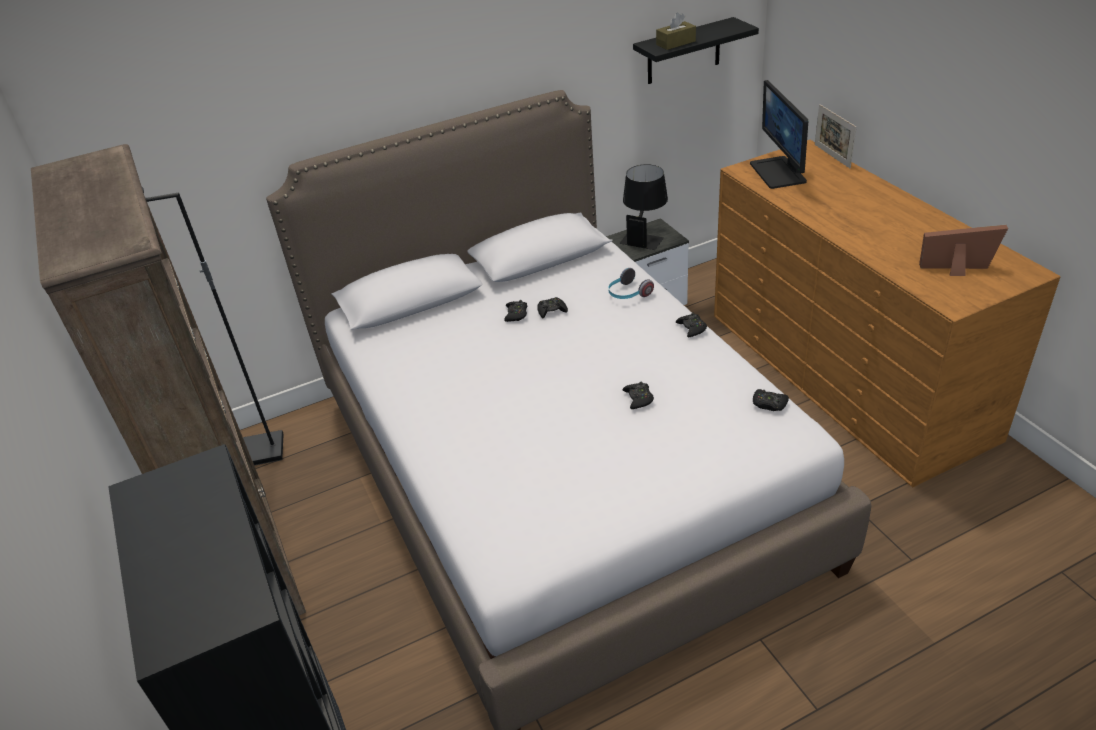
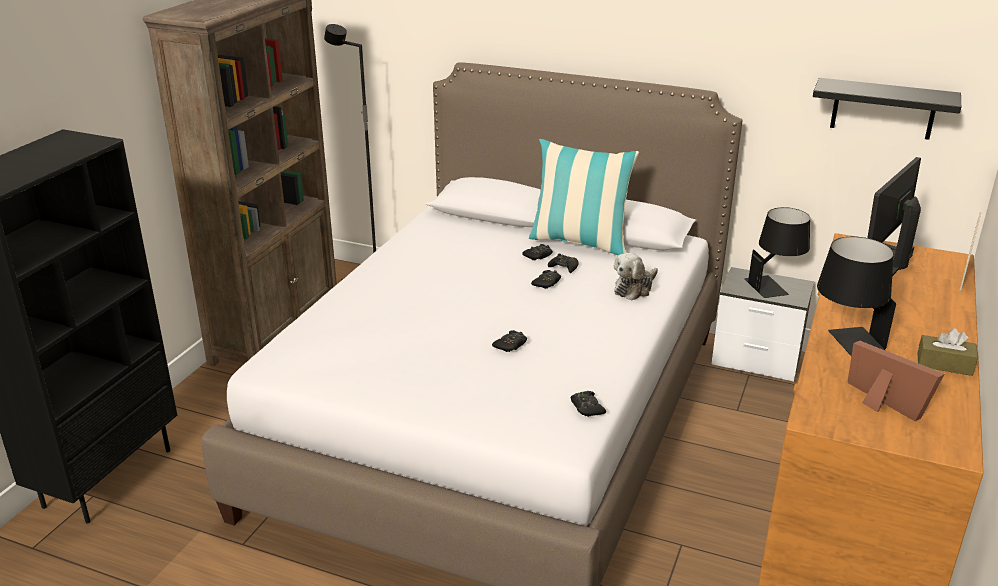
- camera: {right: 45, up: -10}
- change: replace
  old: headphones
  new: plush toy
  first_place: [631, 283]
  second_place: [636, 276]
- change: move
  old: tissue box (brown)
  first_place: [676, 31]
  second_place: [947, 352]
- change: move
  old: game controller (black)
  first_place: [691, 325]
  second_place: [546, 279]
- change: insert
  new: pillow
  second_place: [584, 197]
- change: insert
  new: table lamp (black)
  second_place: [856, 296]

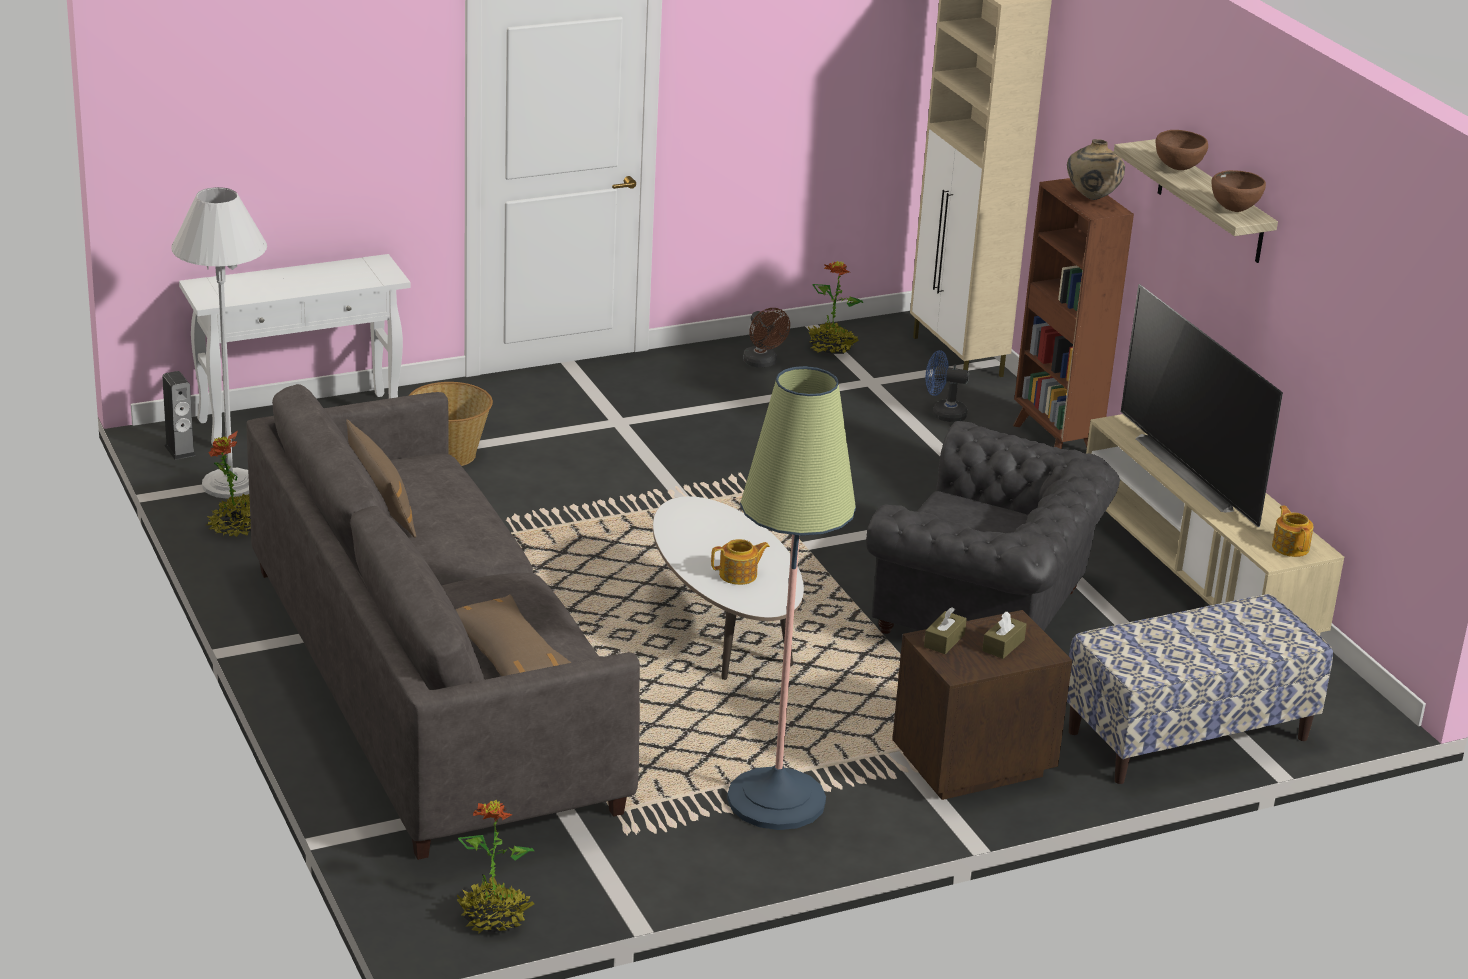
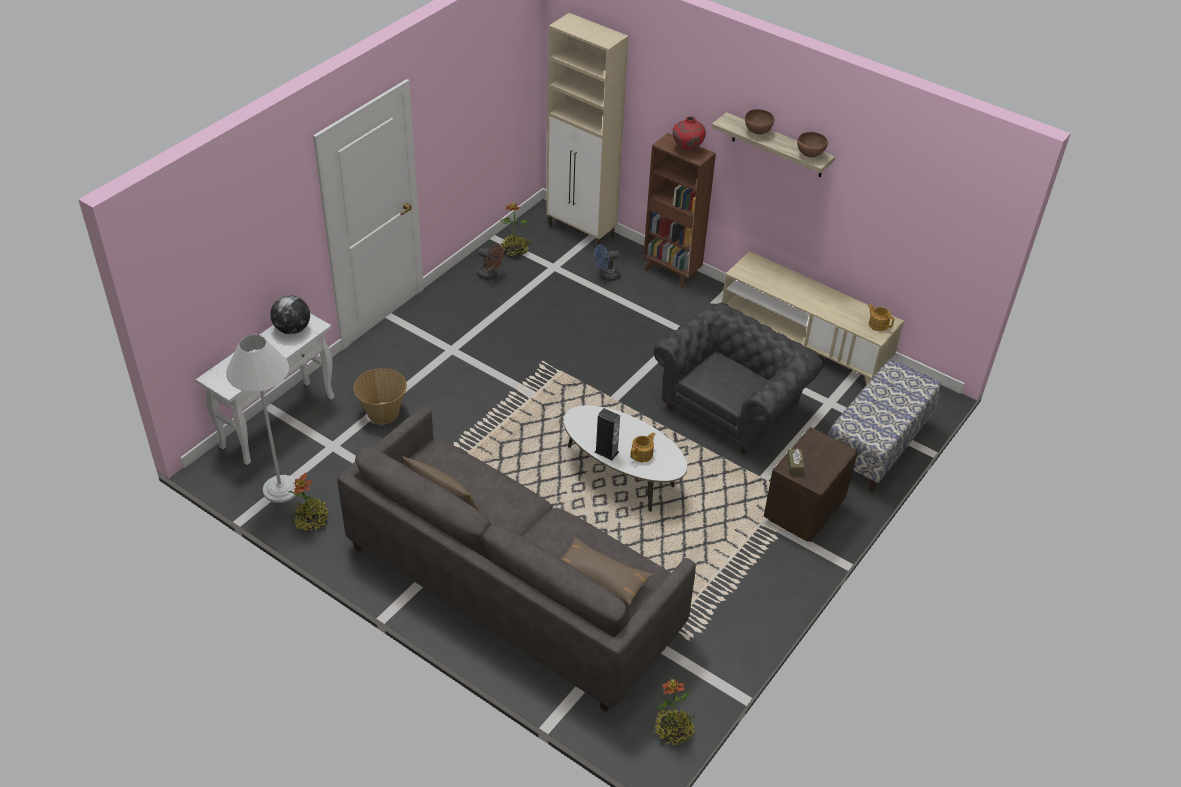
- camera: {right: -30, up: 15}
- change: move
  old: speaker
  first_place: [179, 415]
  second_place: [607, 434]
- change: delete
  old: floor lamp
  first_place: [791, 598]
- change: rotate
  old: armchair (grey)
  first_place: [993, 527]
  second_place: [738, 378]
  degrees: -45
- change: delete
  old: tissue box (brown)
  first_place: [1004, 635]
- change: recolor
  old: vase (beige)
  new: vase (red)
  first_place: [1096, 169]
  second_place: [689, 133]
- change: delete
  old: television
  first_place: [1202, 405]
- change: insert
  new: globe
  second_place: [290, 314]

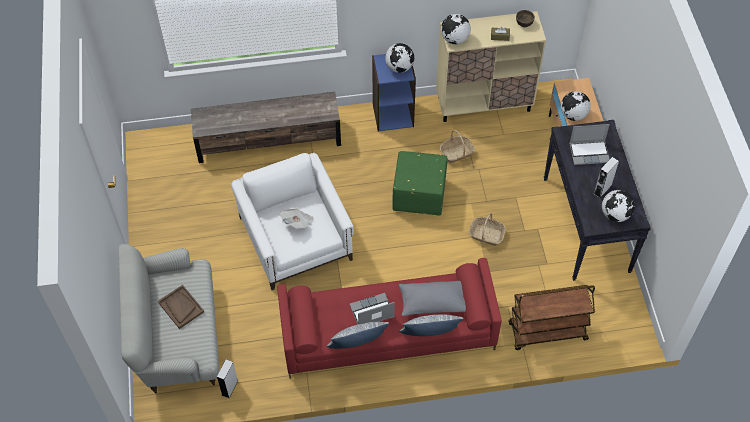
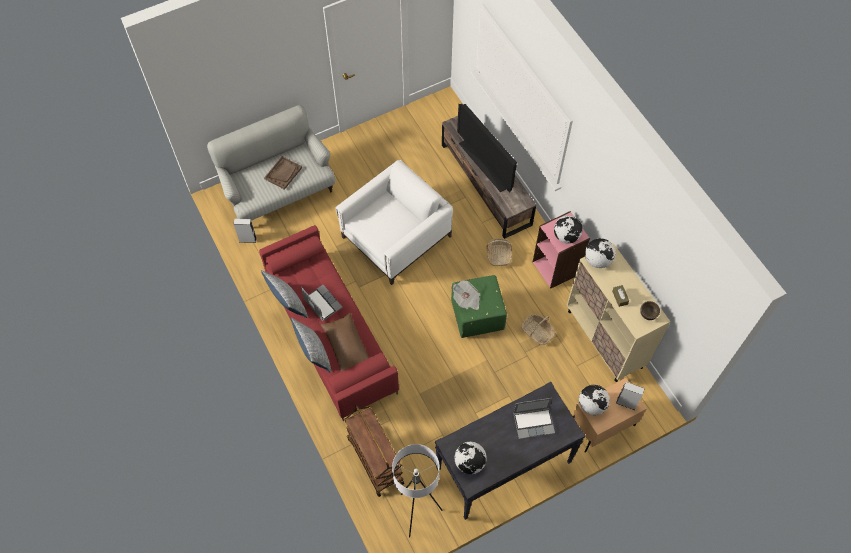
- camera: {right: 70, up: 5}
- change: move
  old: newspaper
  first_place: [296, 218]
  second_place: [466, 295]
- change: recolor
  old: bookcase (blue)
  new: bookcase (pink)
  first_place: [394, 92]
  second_place: [561, 250]
- change: recolor
  old: pillow (grey)
  new: pillow (brown)
  first_place: [432, 298]
  second_place: [344, 342]
- change: move
  old: basket
  first_place: [487, 229]
  second_place: [499, 252]
- change: rotate
  old: laptop
  first_place: [589, 144]
  second_place: [534, 418]
  degrees: -75
- change: move
  old: speaker (grey)
  first_place: [606, 177]
  second_place: [630, 396]
- change: insert
  new: floor lamp (white)
  second_place: [417, 491]
- change: insert
  new: television
  second_place: [487, 148]

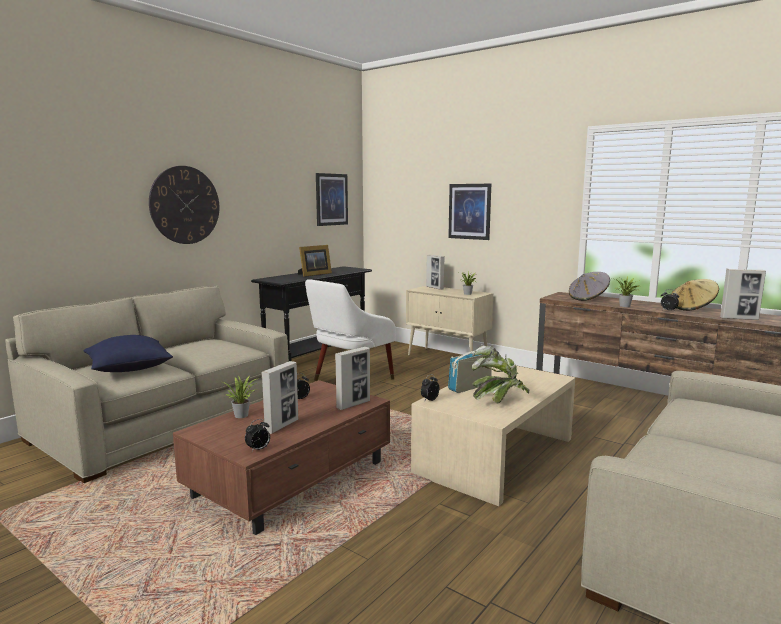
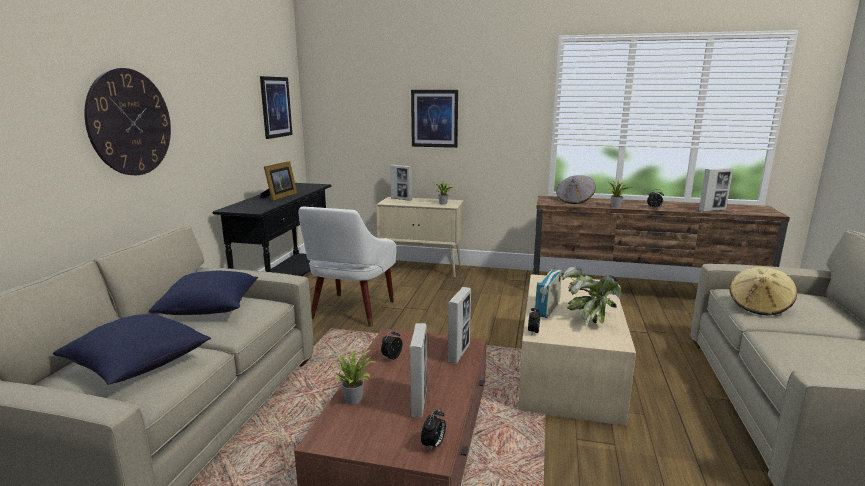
- camera: {right: -25, up: 5}
- change: move
  old: hat (beige)
  first_place: [695, 295]
  second_place: [763, 291]
- change: insert
  new: pillow (blue)
  second_place: [203, 293]

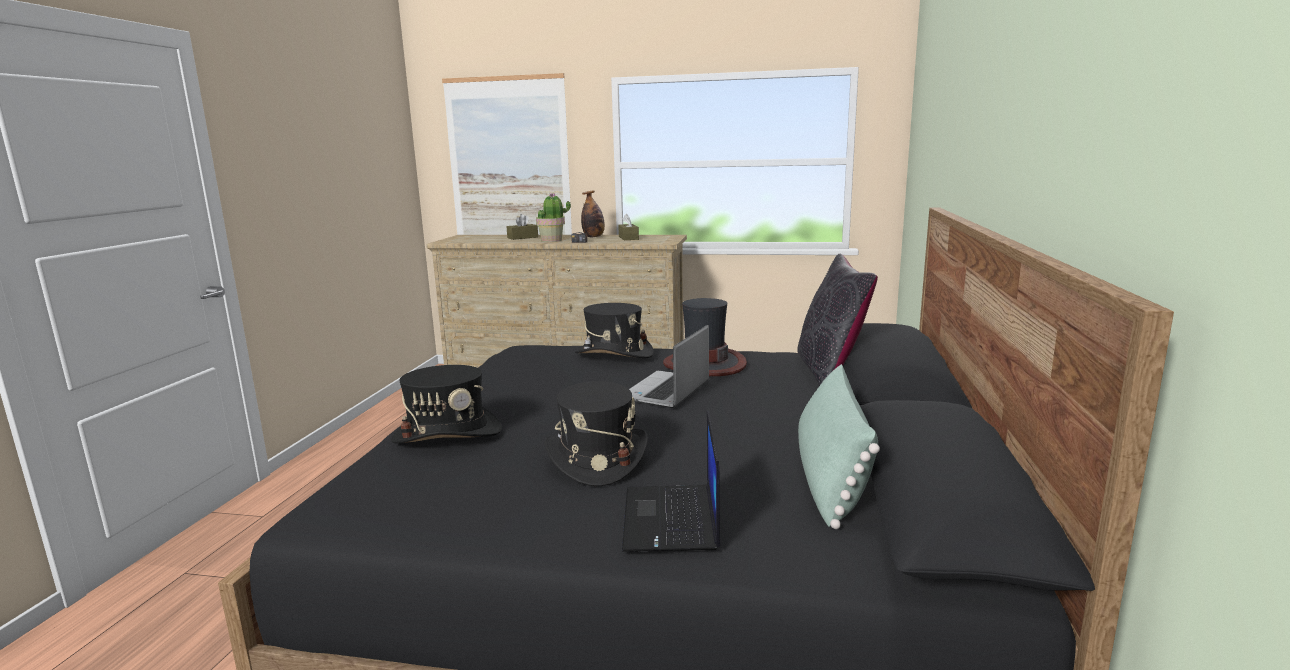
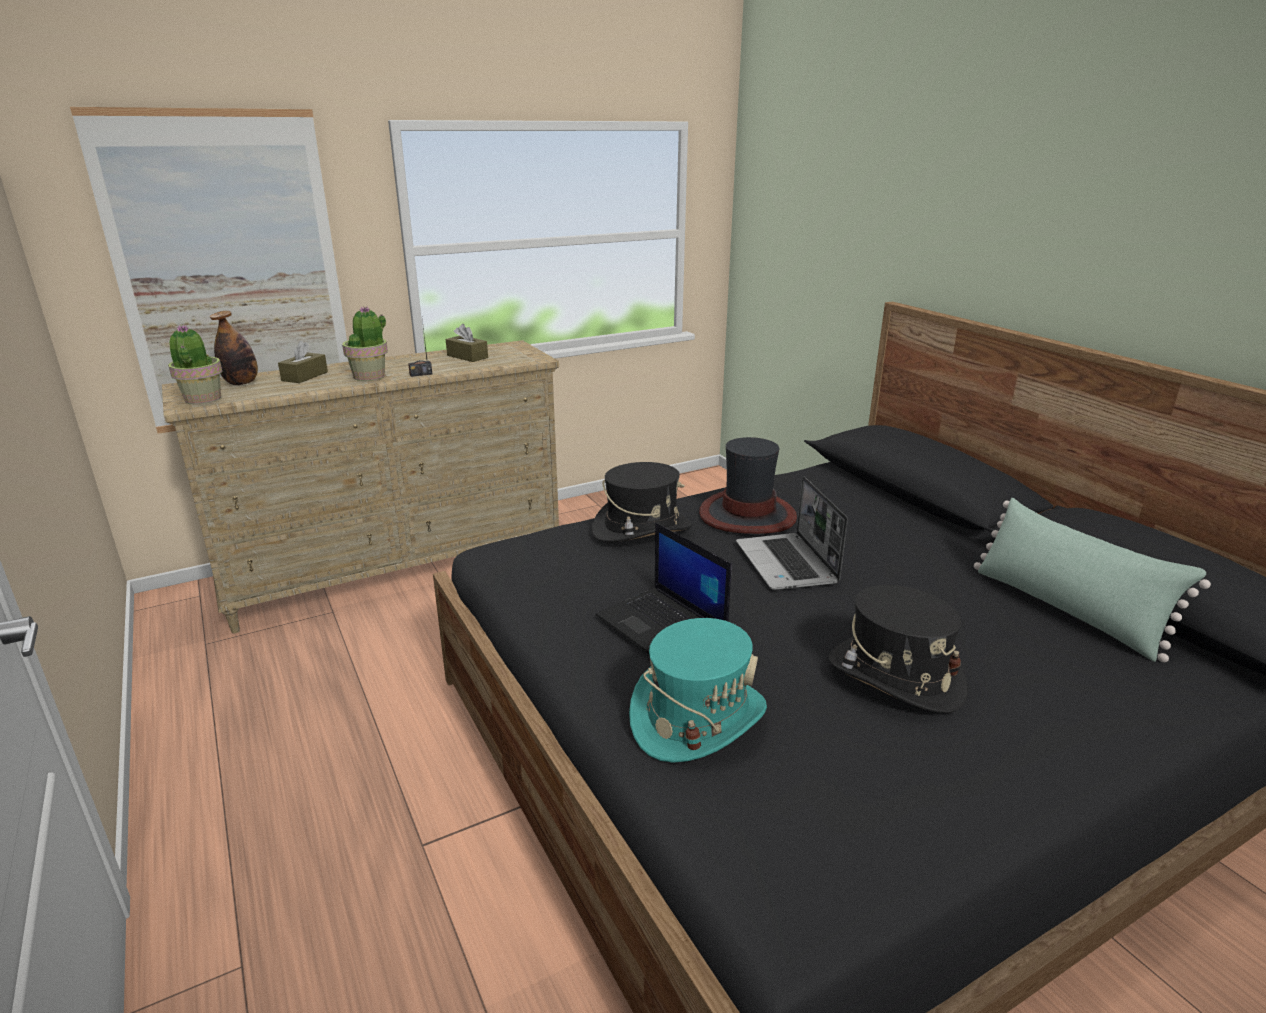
- camera: {right: -40, up: 10}
- change: recolor
  old: hat (black)
  new: hat (turquoise)
  first_place: [446, 404]
  second_place: [698, 690]
- change: move
  old: bottle
  first_place: [593, 213]
  second_place: [234, 348]
- change: move
  old: laptop
  first_place: [671, 480]
  second_place: [664, 588]
- change: delete
  old: pillow (black)
  first_place: [838, 320]
- change: insert
  new: potted plant
  second_place: [195, 365]

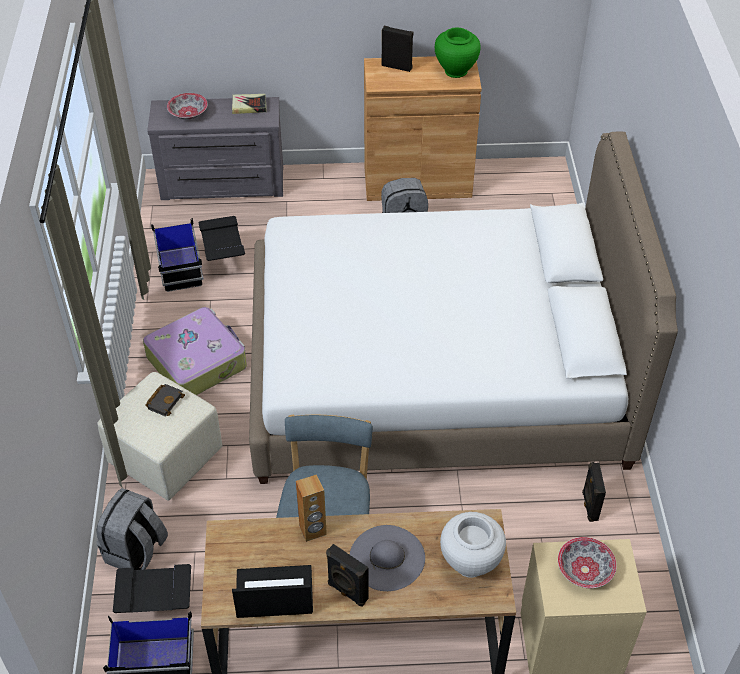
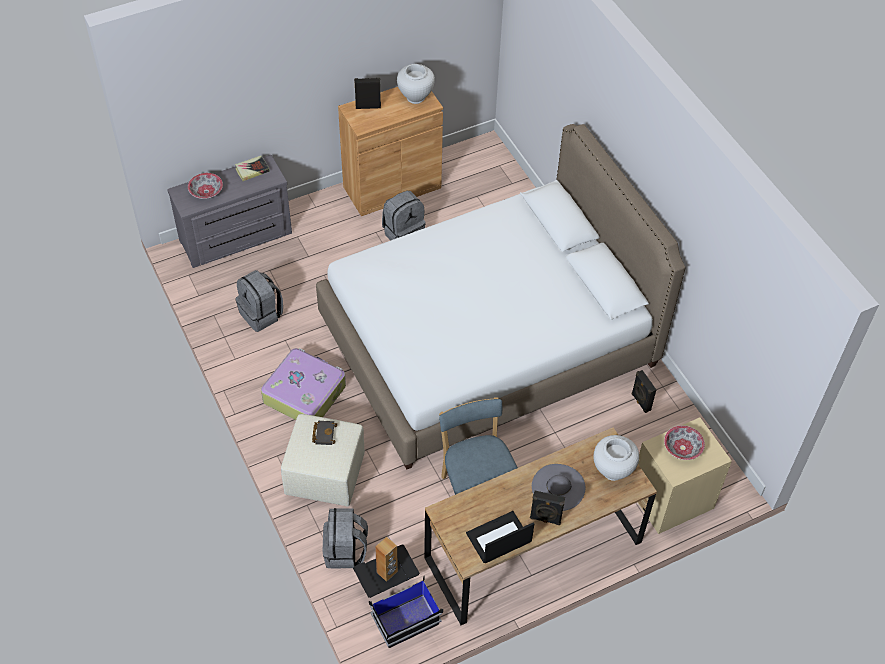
- camera: {right: -25, up: 5}
- change: replace
  old: storage box (black)
  new: backpack (grey)
  first_place: [198, 254]
  second_place: [259, 301]
- change: move
  old: speaker (brown)
  first_place: [311, 508]
  second_place: [386, 559]
- change: recolor
  old: vase (green)
  new: vase (white)
  first_place: [458, 53]
  second_place: [416, 84]

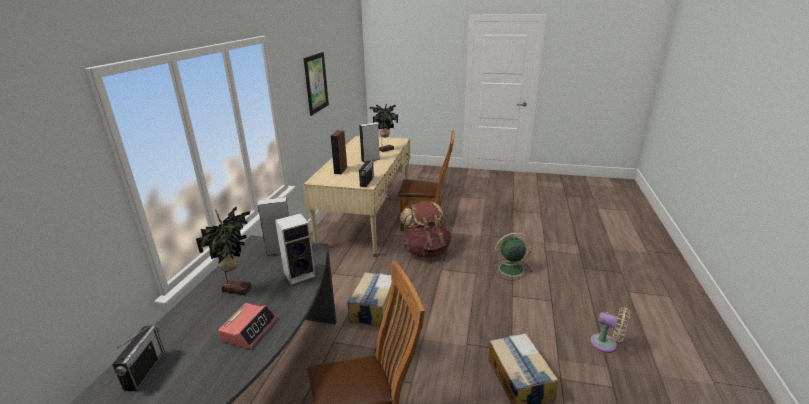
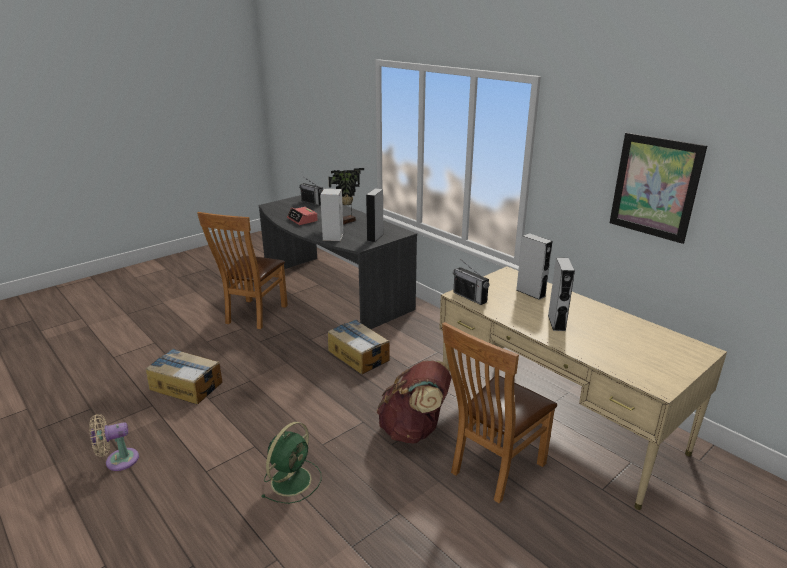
- camera: {right: 125, up: 0}
- change: recolor
  old: speaker (brown)
  new: speaker (grey)
  first_place: [339, 152]
  second_place: [534, 266]
- change: delete
  old: potted plant
  first_place: [384, 128]

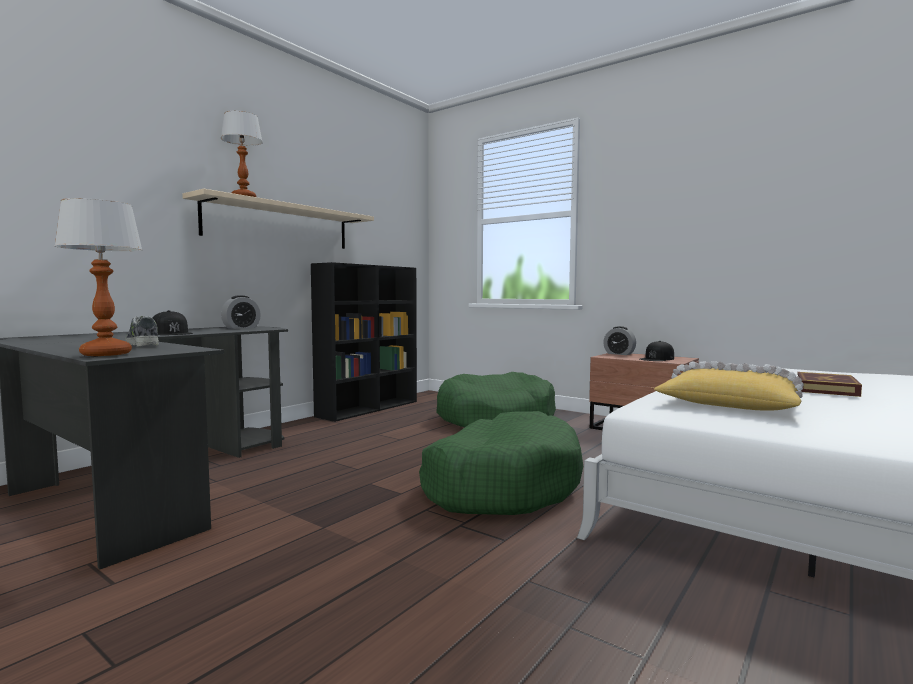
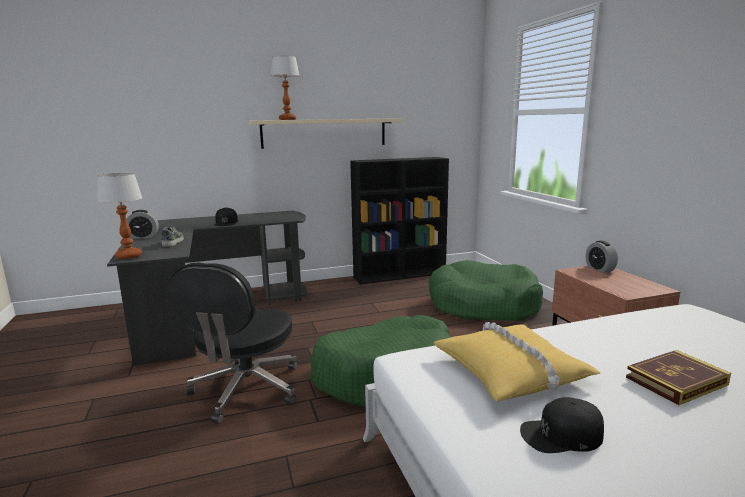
- camera: {right: 35, up: 10}
- change: move
  old: alarm clock
  first_place: [241, 312]
  second_place: [142, 224]
- change: move
  old: cap (black)
  first_place: [657, 351]
  second_place: [562, 425]
- change: insert
  new: office chair (black)
  second_place: [233, 343]

